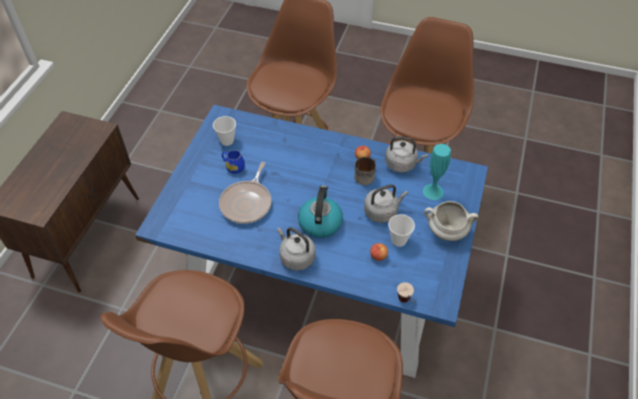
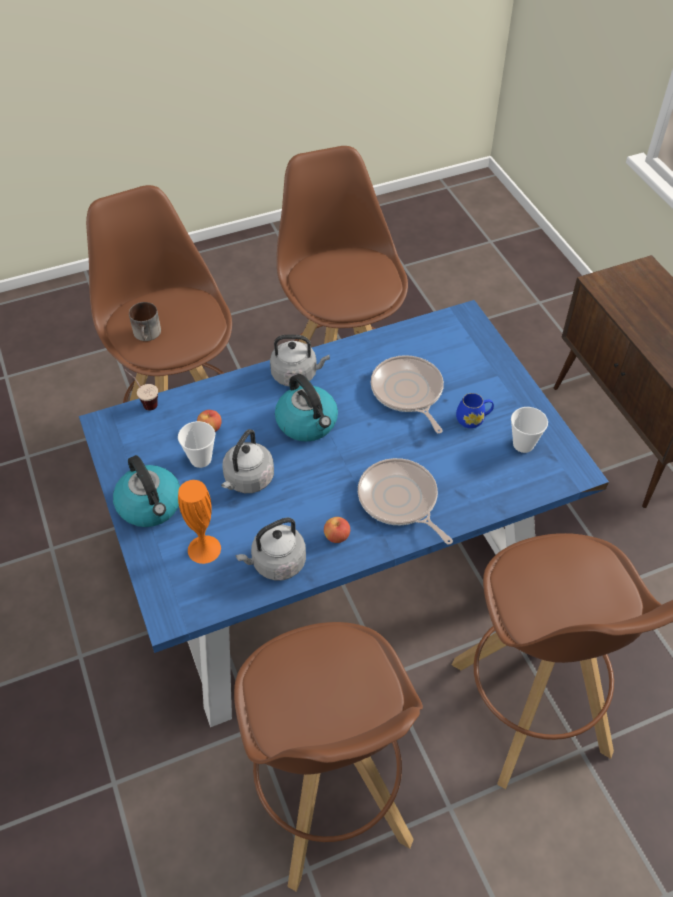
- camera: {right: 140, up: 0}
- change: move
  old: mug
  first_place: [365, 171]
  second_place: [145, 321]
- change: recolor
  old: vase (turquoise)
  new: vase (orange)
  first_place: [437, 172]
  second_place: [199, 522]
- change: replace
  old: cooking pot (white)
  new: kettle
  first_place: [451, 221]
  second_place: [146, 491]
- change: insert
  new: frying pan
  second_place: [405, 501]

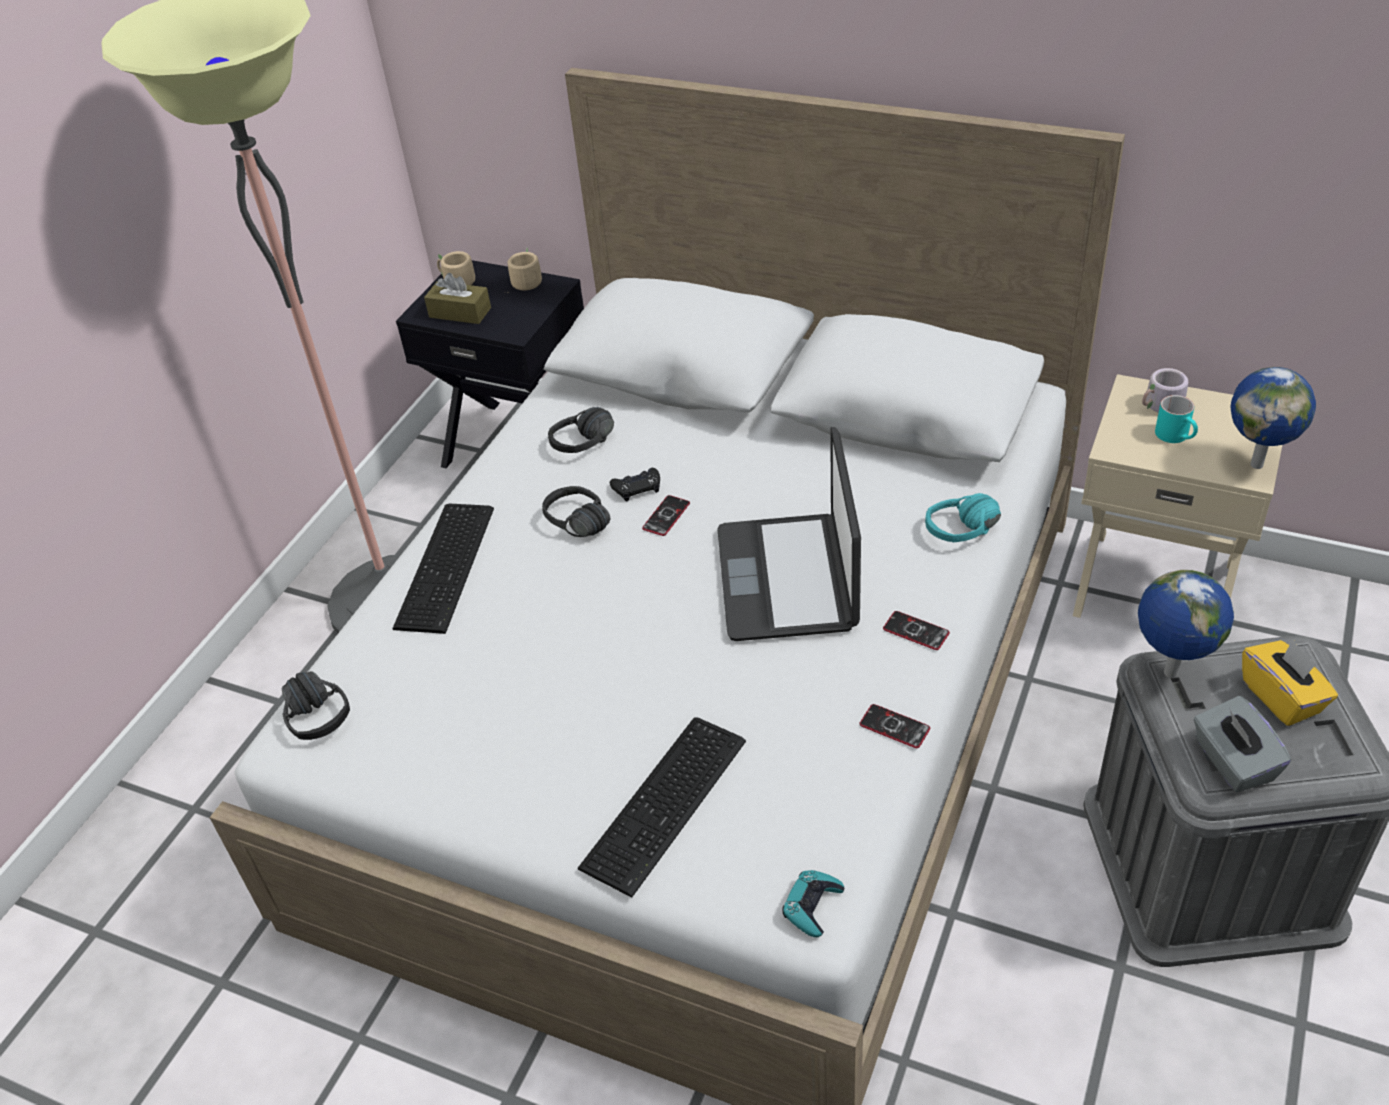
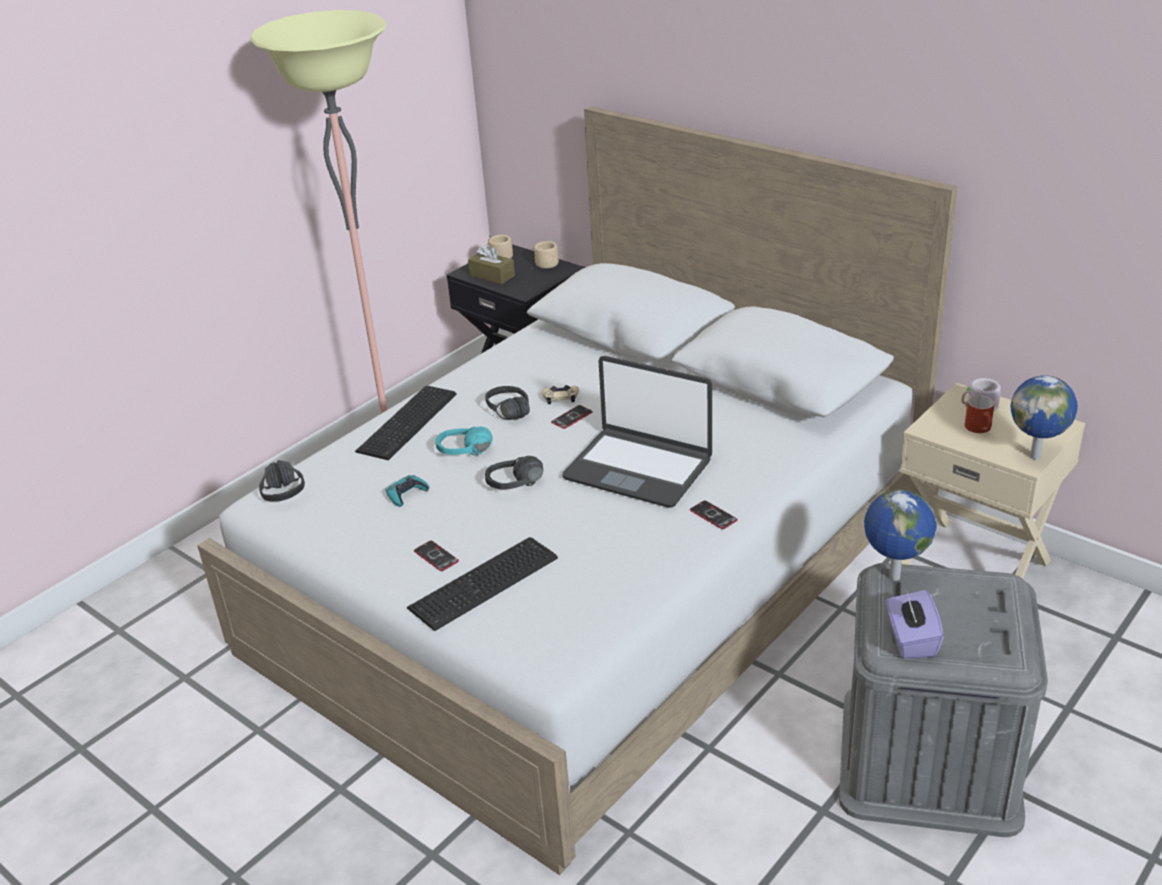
- camera: {right: 15, up: -10}
- change: move
  old: headphones (black)
  first_place: [581, 430]
  second_place: [514, 473]
- change: recolor
  old: game controller (black)
  new: game controller (beige)
  first_place: [635, 484]
  second_place: [560, 394]
- change: rotate
  old: laptop
  first_place: [789, 534]
  second_place: [637, 432]
  degrees: -75
- change: move
  old: game controller (turquoise)
  first_place: [813, 903]
  second_place: [407, 491]
- change: move
  old: phone
  first_place: [895, 726]
  second_place: [436, 556]
- change: move
  old: headphones (turquoise)
  first_place: [963, 517]
  second_place: [464, 441]
- change: recolor
  old: mug (turquoise)
  new: mug (red)
  first_place: [1176, 419]
  second_place: [980, 414]
- change: recolor
  old: tissue box (grey)
  new: tissue box (purple)
  first_place: [1242, 744]
  second_place: [915, 624]
- change: delete
  old: tissue box (yellow)
  first_place: [1290, 682]

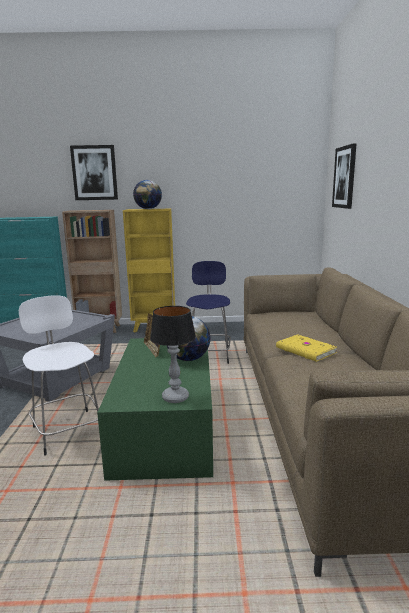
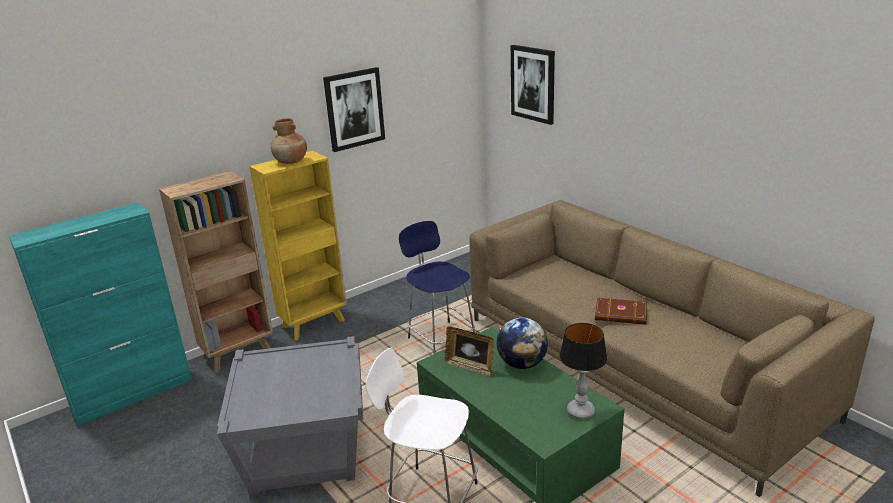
- camera: {right: -35, up: 10}
- change: move
  old: picture
  first_place: [94, 172]
  second_place: [354, 109]
- change: replace
  old: globe
  new: vase (brown)
  first_place: [147, 194]
  second_place: [289, 141]
- change: recolor
  old: book (yellow)
  new: book (brown)
  first_place: [306, 348]
  second_place: [621, 311]

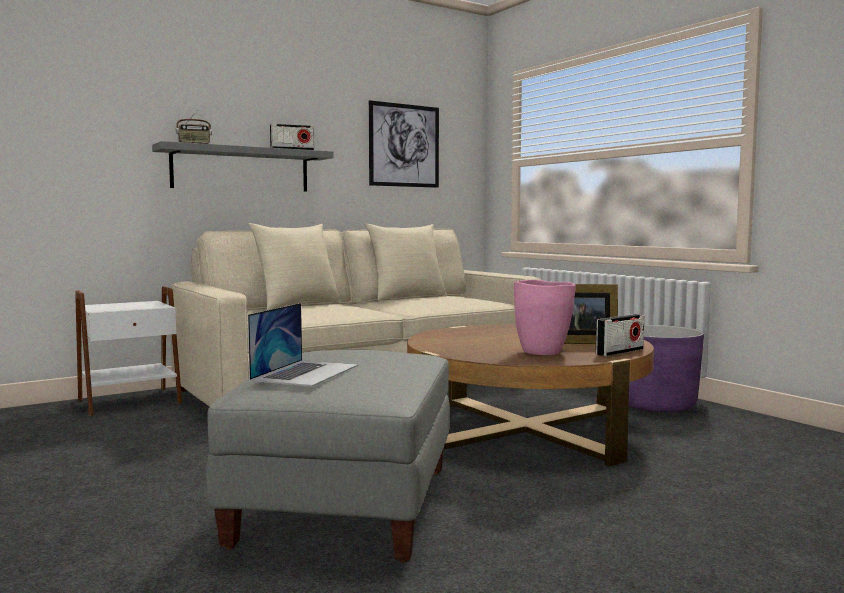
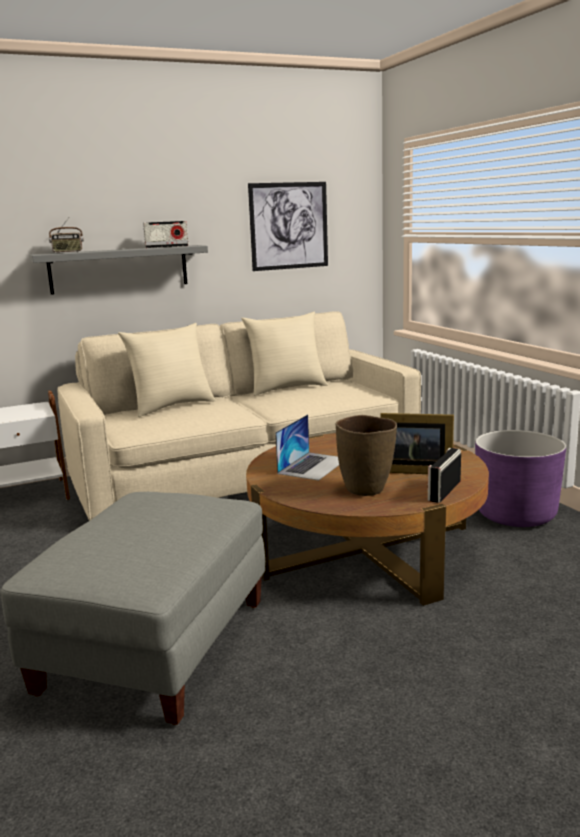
- camera: {right: 10, up: 10}
- change: move
  old: laptop
  first_place: [303, 344]
  second_place: [307, 447]
- change: recolor
  old: vase (pink)
  new: vase (brown)
  first_place: [545, 317]
  second_place: [366, 455]
- change: rotate
  old: radio
  first_place: [620, 335]
  second_place: [444, 475]
  degrees: 150

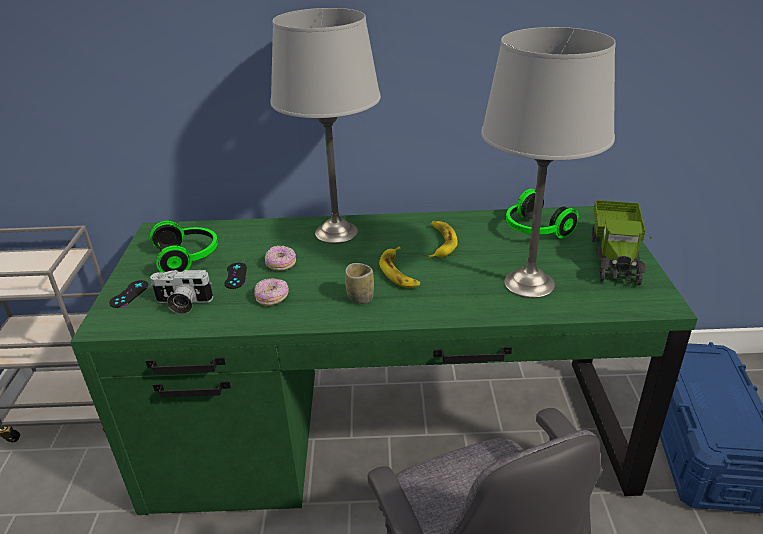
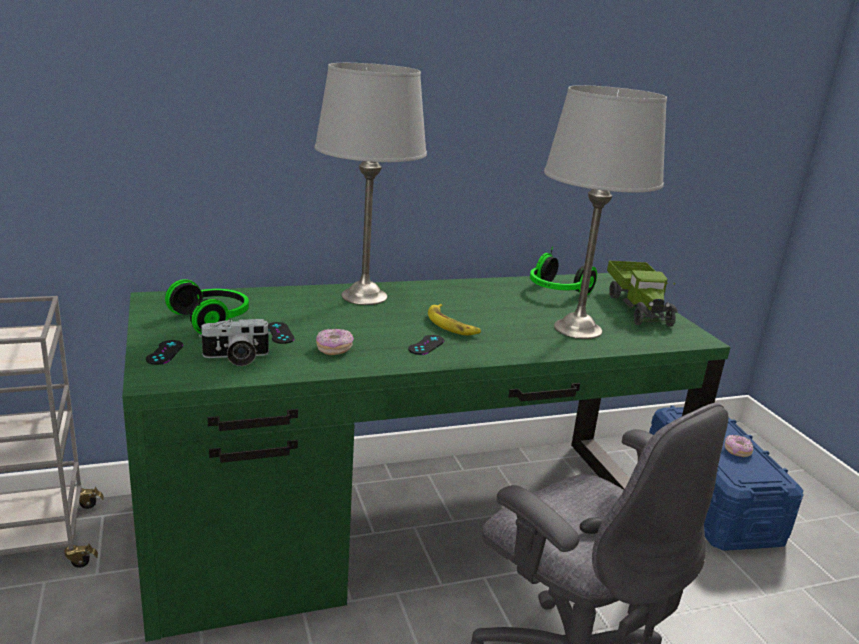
- camera: {right: -20, up: -10}
- change: move
  old: donut
  first_place: [280, 258]
  second_place: [738, 446]
- change: replace
  old: cup
  new: game controller (black)
  first_place: [359, 283]
  second_place: [426, 345]
- change: delete
  old: banana
  first_place: [443, 239]

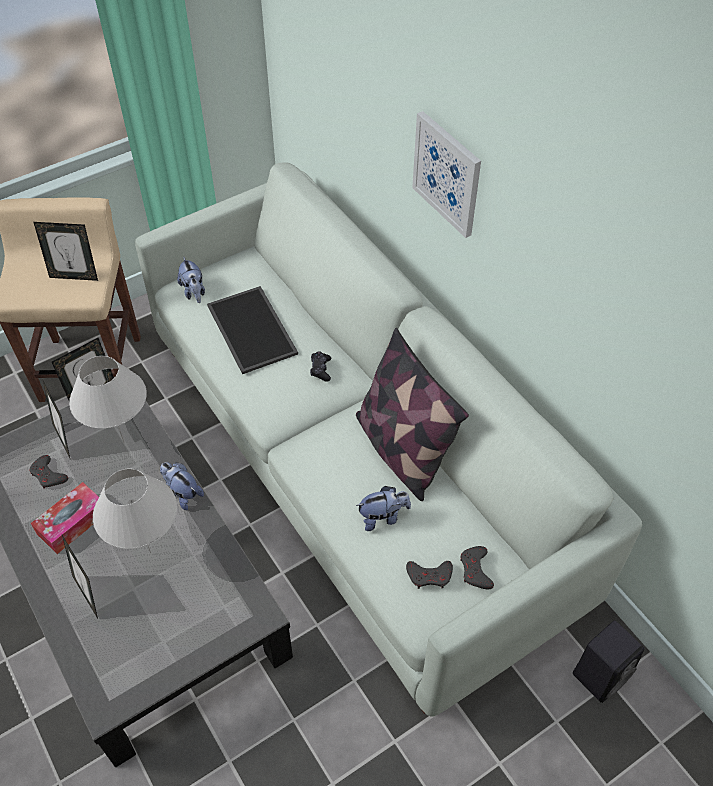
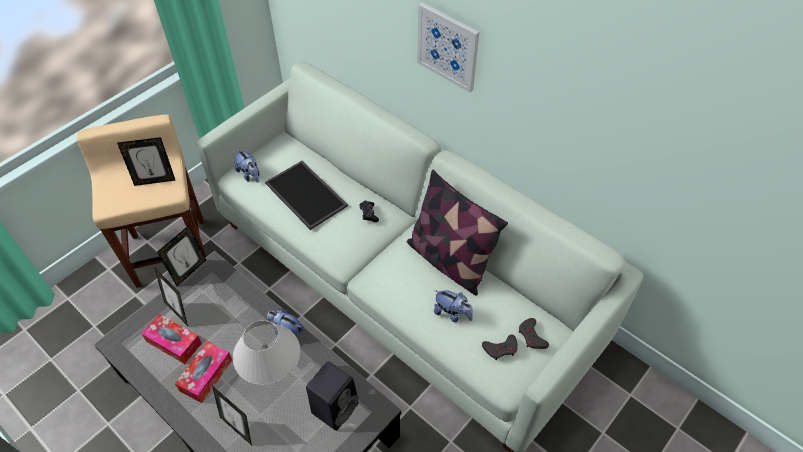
- camera: {right: -15, up: 0}
- change: replace
  old: game controller (grey)
  new: tissue box
  first_place: [49, 471]
  second_place: [171, 339]
- change: delete
  old: table lamp (white)
  first_place: [108, 399]
- change: rotate
  old: plush toy
  first_place: [383, 508]
  second_place: [453, 306]
  degrees: 60
- change: move
  old: speaker (black)
  first_place: [608, 662]
  second_place: [332, 396]

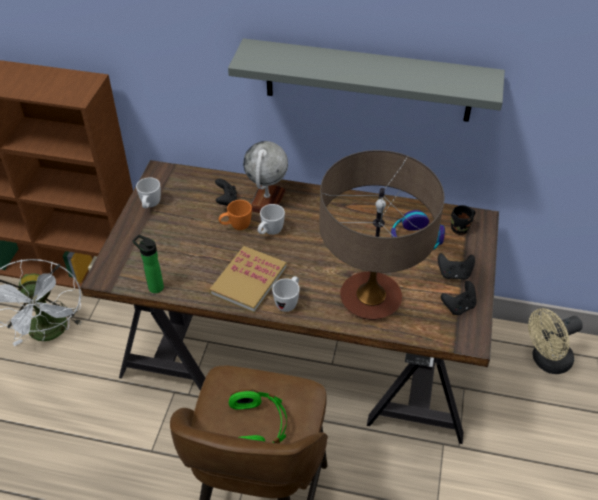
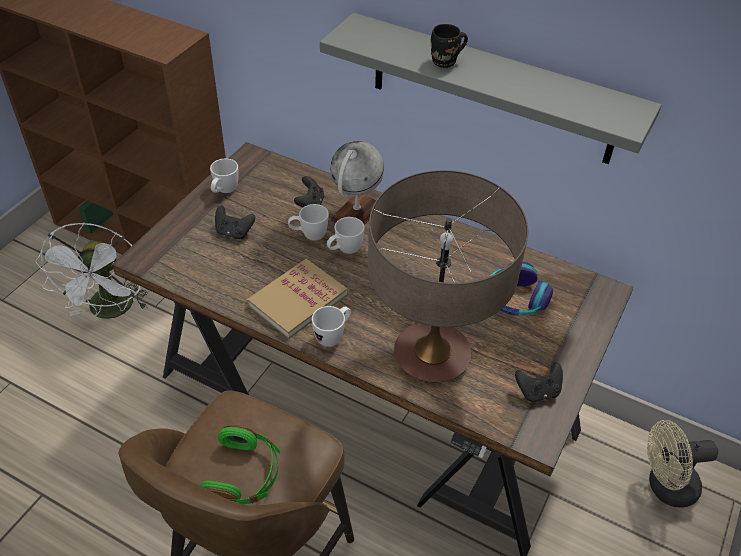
- camera: {right: 15, up: 0}
- change: delete
  old: bottle
  first_place: [148, 264]
- change: recolor
  old: mug (orange)
  new: mug (white)
  first_place: [235, 215]
  second_place: [308, 222]
- change: move
  old: game controller (black)
  first_place: [456, 266]
  second_place: [235, 222]
- change: move
  old: mug (black)
  first_place: [463, 220]
  second_place: [449, 46]

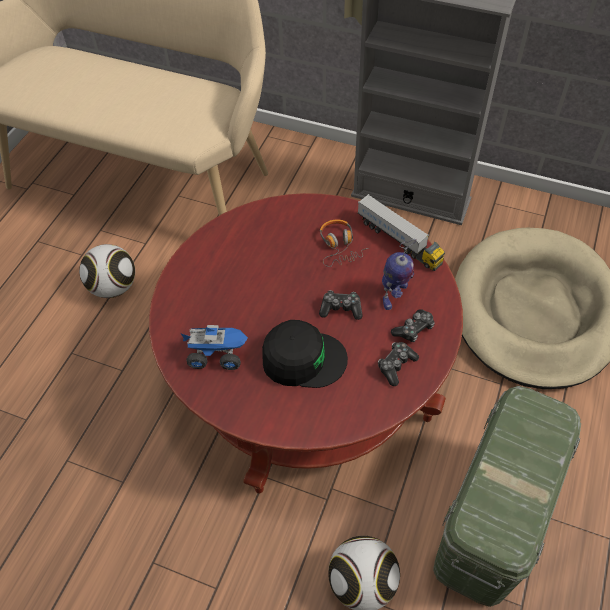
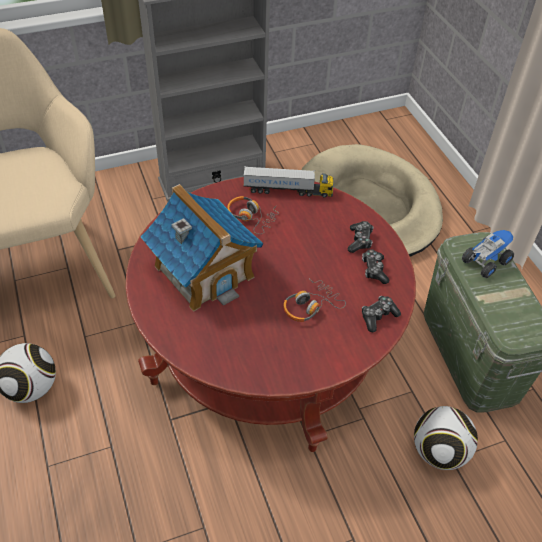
- camera: {right: -45, up: -5}
- change: move
  old: toy truck
  first_place: [214, 347]
  second_place: [488, 254]
- change: replace
  old: cap (black)
  new: headphones
  first_place: [305, 354]
  second_place: [314, 300]
- change: move
  old: game controller
  first_place: [340, 305]
  second_place: [381, 314]
- change: delete
  old: toy robot
  first_place: [399, 274]
- change: insert
  new: toy house
  second_place: [202, 248]

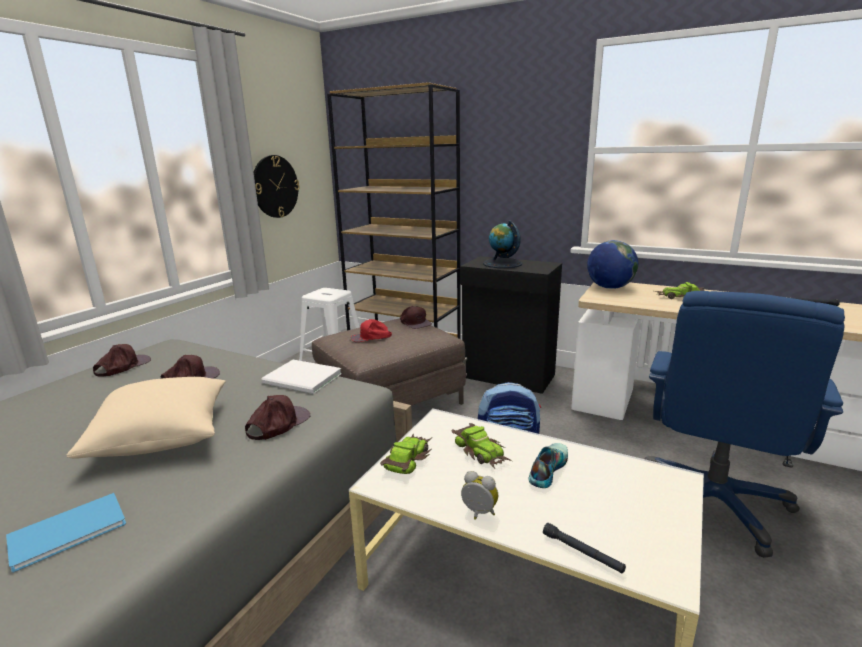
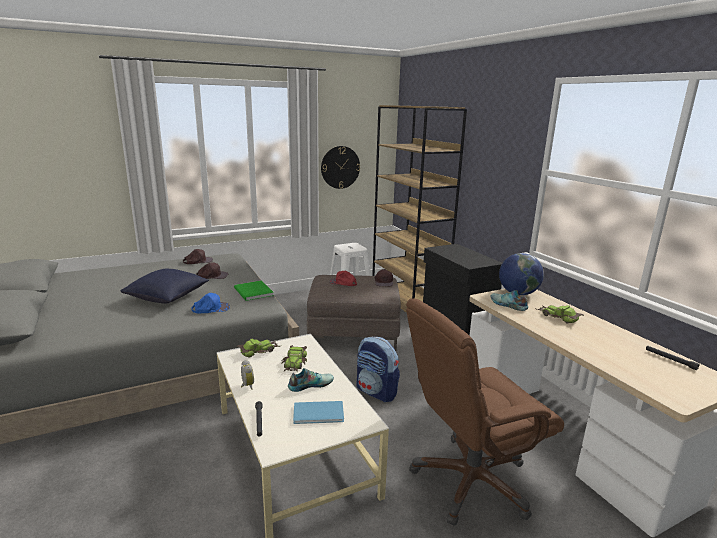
- camera: {right: 35, up: 0}
- change: move
  old: book (blue)
  first_place: [66, 533]
  second_place: [318, 412]
- change: recolor
  old: pillow (beige)
  new: pillow (blue)
  first_place: [146, 418]
  second_place: [165, 286]
- change: recolor
  old: cap (brown)
  new: cap (blue)
  first_place: [277, 417]
  second_place: [210, 303]
- change: recolor
  old: book (white)
  new: book (green)
  first_place: [301, 377]
  second_place: [254, 290]
- change: delete
  old: globe
  first_place: [502, 244]
- change: recolor
  old: office chair (blue)
  new: office chair (brown)
  first_place: [745, 424]
  second_place: [485, 412]
- change: insert
  new: shoe
  second_place: [509, 300]

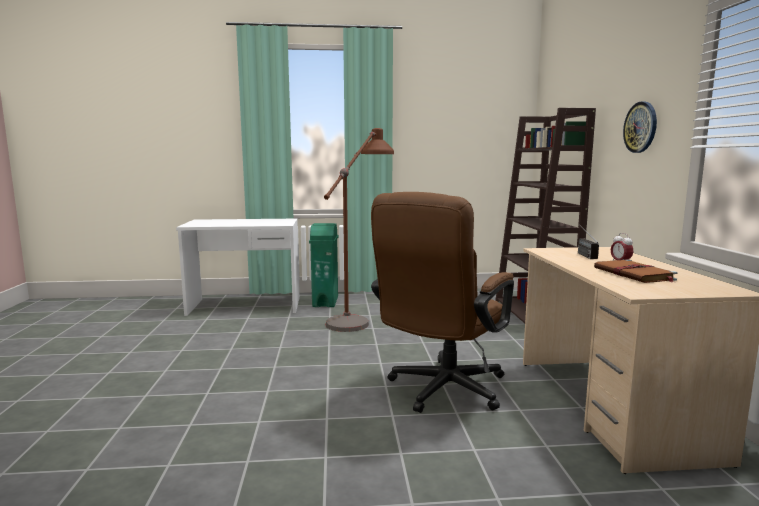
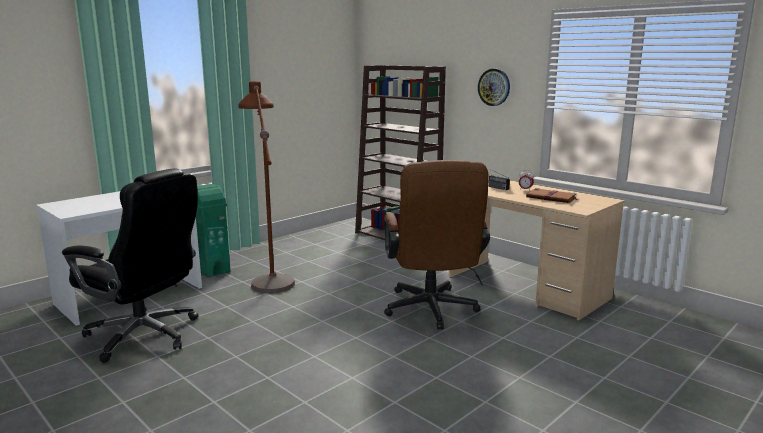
- camera: {right: -40, up: 5}
- change: insert
  new: office chair (black)
  second_place: [130, 265]

